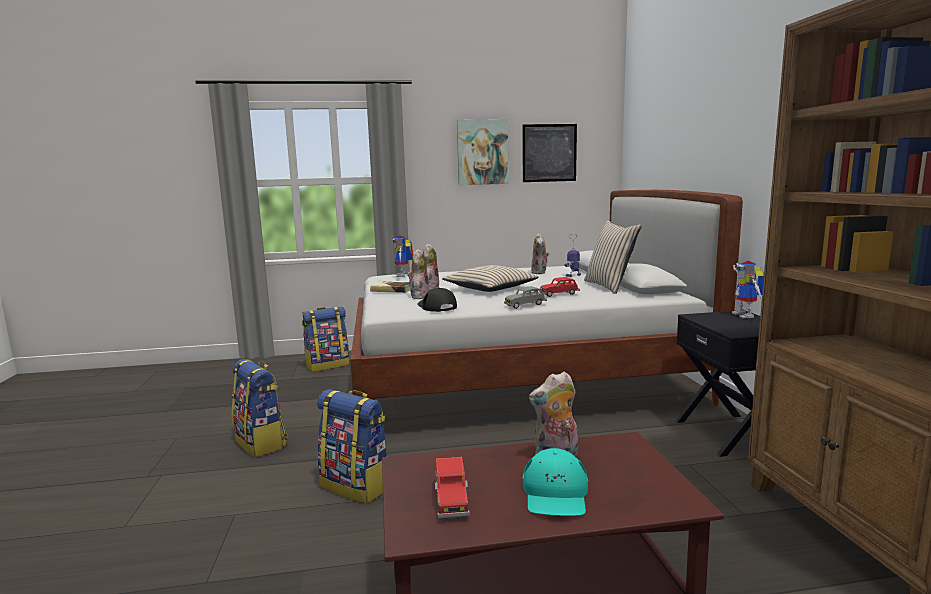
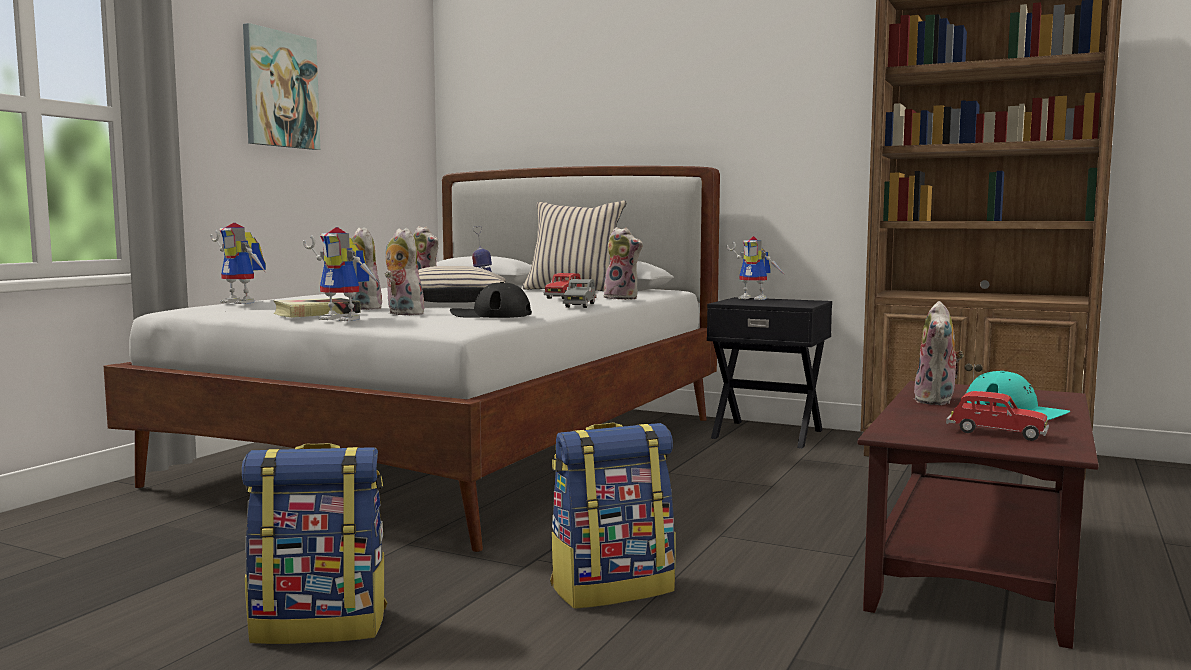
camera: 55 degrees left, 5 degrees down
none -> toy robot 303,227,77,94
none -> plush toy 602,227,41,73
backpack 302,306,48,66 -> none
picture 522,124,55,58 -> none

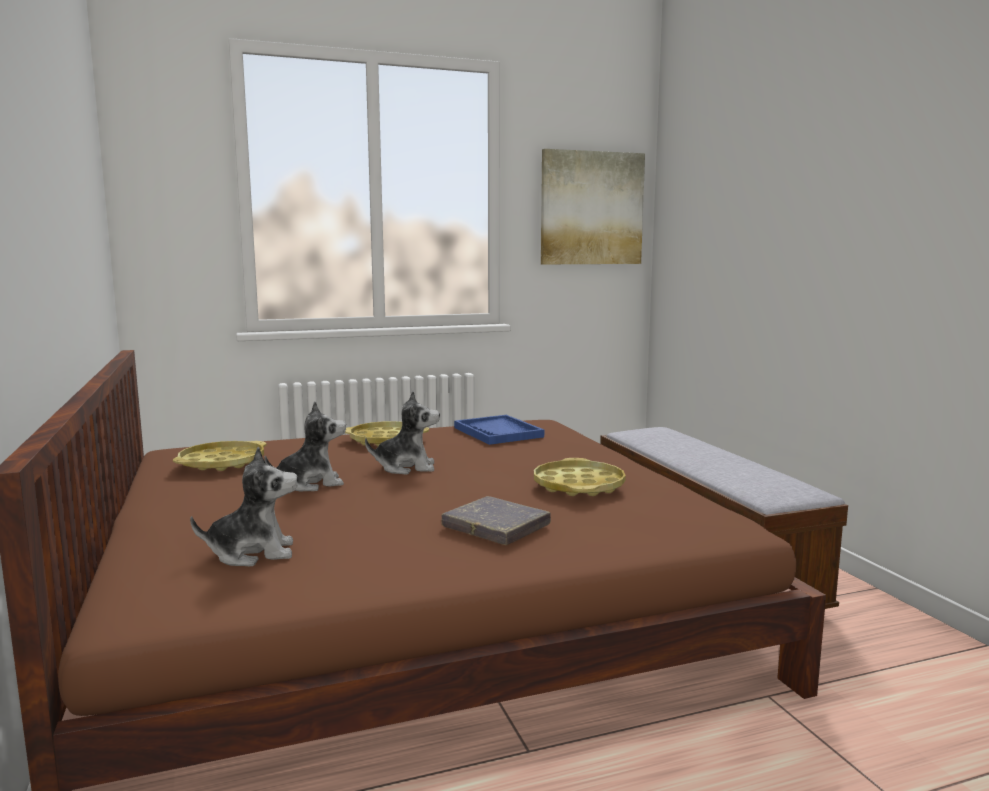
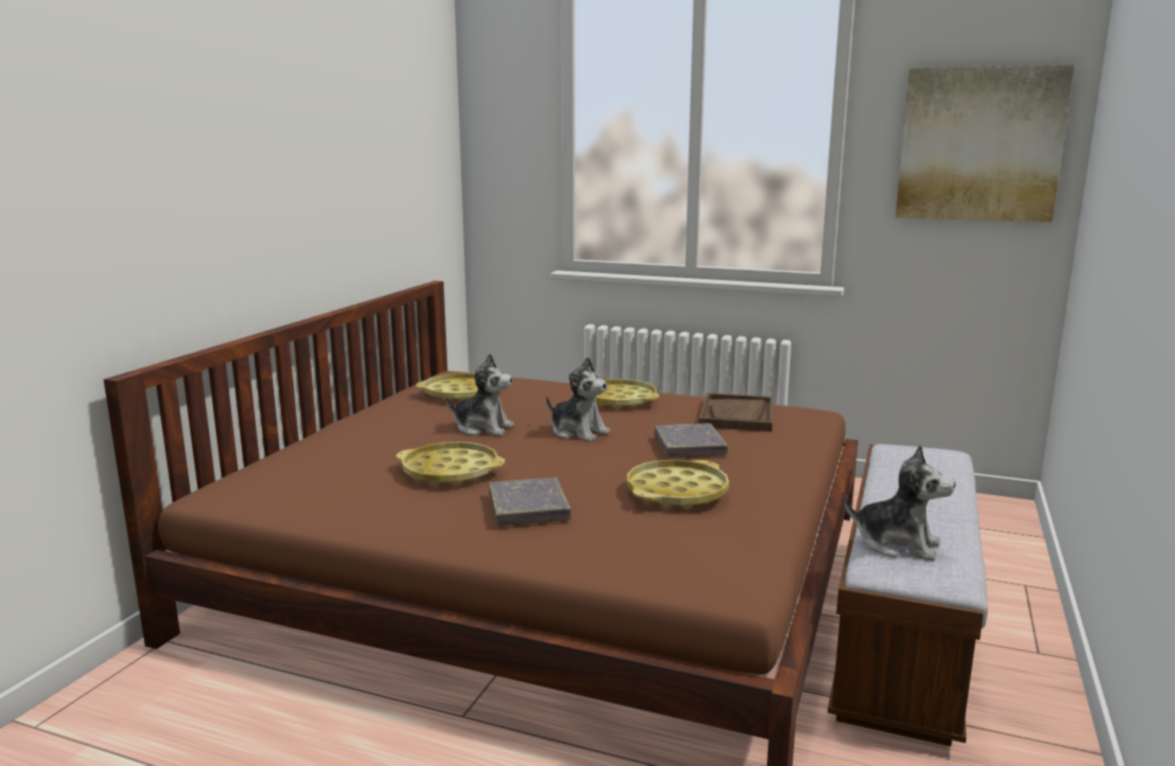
camera: 40 degrees right, 5 degrees up
none -> tray (yellow) 396,442,109,43
none -> book (grey) 654,423,74,35
tray (blue) 454,415,90,30 -> tray (brown) 699,393,74,39
plush toy 190,447,108,119 -> plush toy 845,444,111,117, shifted

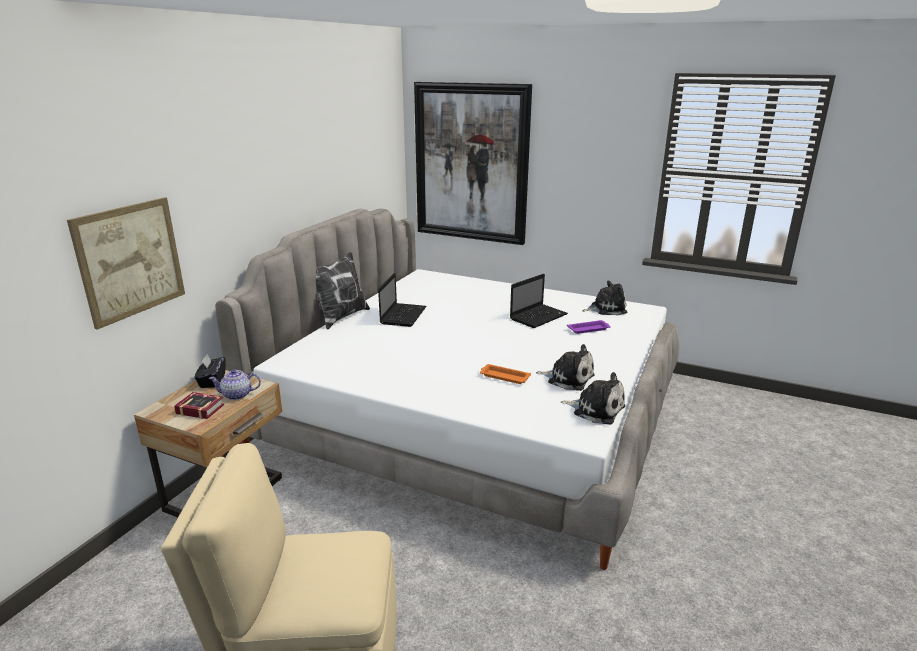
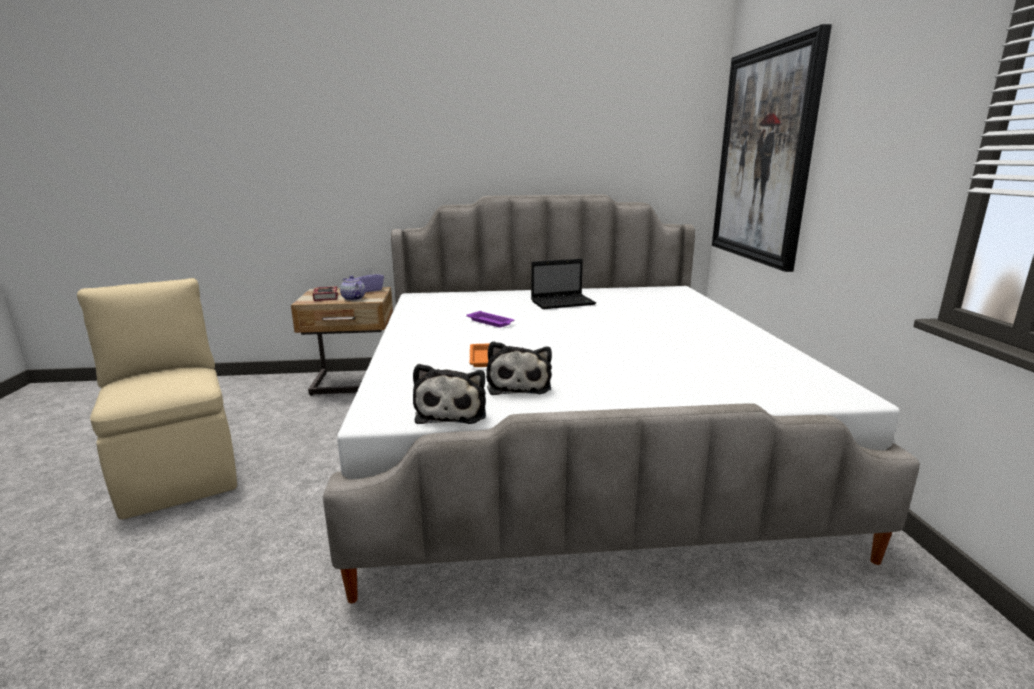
camera: 60 degrees right, 5 degrees down
tissue box (black) 194,354,32,34 -> tissue box (purple) 356,268,28,24
tray (purple) 567,320,44,14 -> tray (purple) 467,311,47,16, shifted
picture 67,197,118,133 -> none
pillow 316,252,54,77 -> none
laptop 510,274,58,54 -> none
plush toy 583,280,44,36 -> none

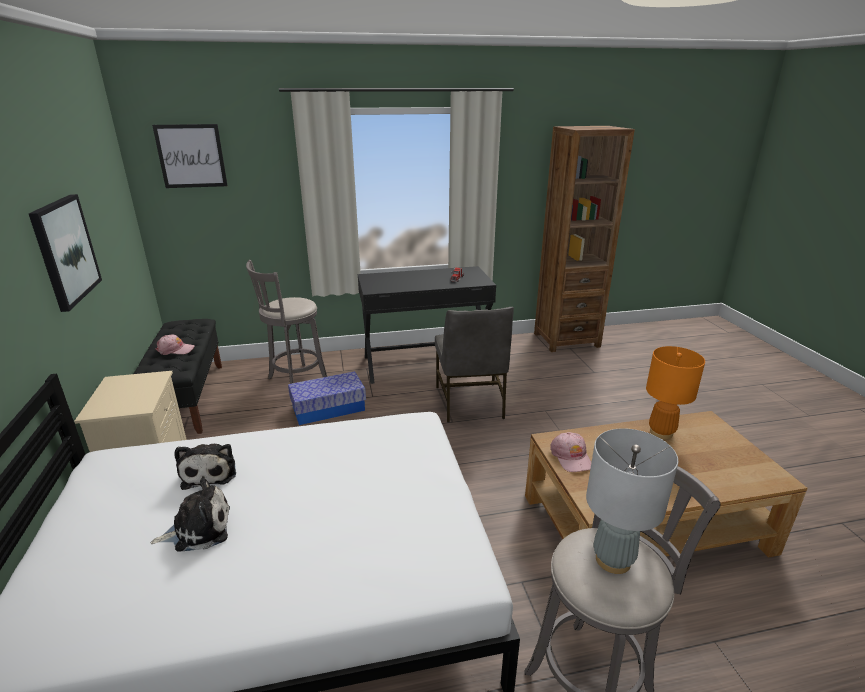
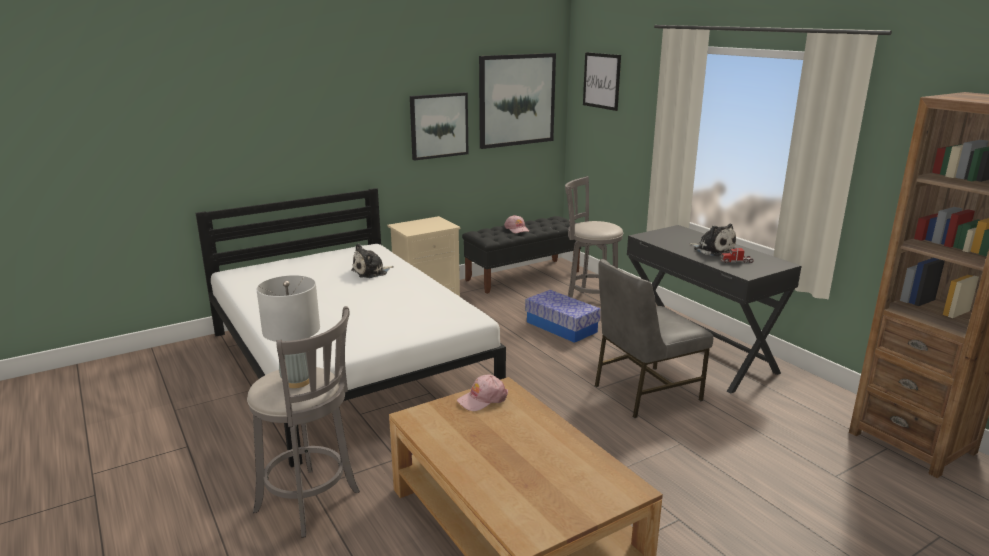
camera: 70 degrees right, 5 degrees down
none -> picture 479,53,77,96
plush toy 151,478,79,74 -> plush toy 689,224,47,32, shifted
table lamp (orange) 646,346,59,93 -> none

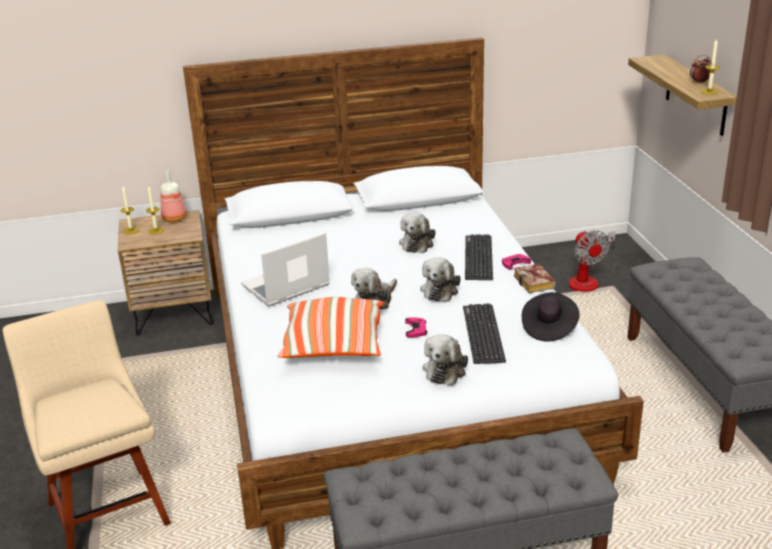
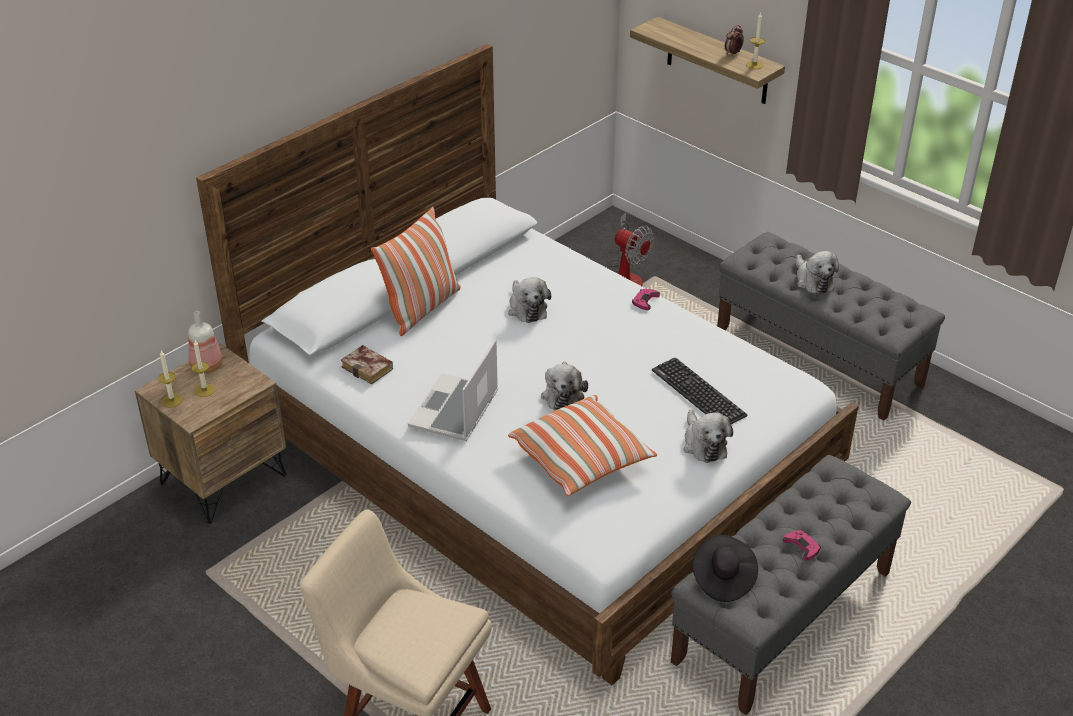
camera: 35 degrees left, 10 degrees up
book 514,264,41,29 -> book 341,345,52,40, shifted
none -> pillow 371,207,90,129
hat (black) 522,292,57,49 -> hat (black) 693,535,65,67, shifted
game controller (pink) 405,317,22,20 -> game controller (pink) 783,530,38,31, shifted
plush toy 420,257,41,45 -> plush toy 796,251,43,43, shifted
keyboard 465,234,28,46 -> none

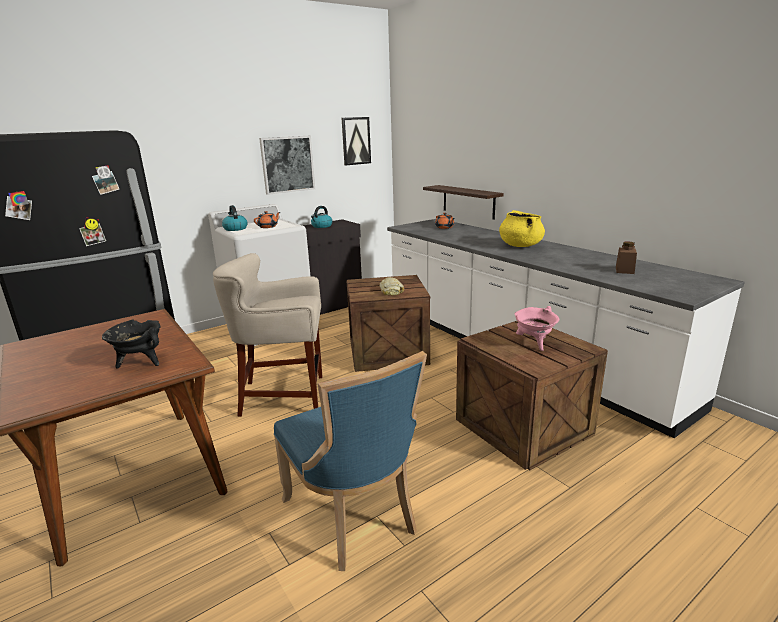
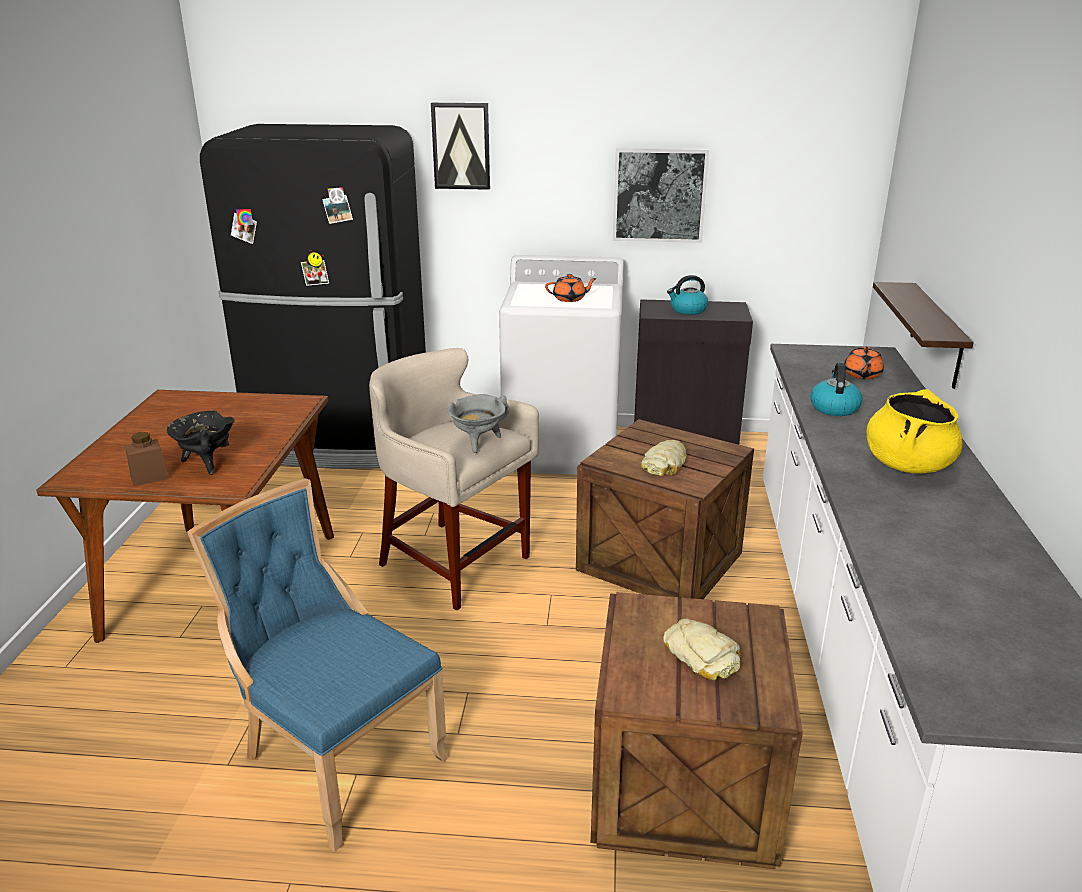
camera: 40 degrees right, 5 degrees up
jar (brown) 616,241,21,33 -> jar (brown) 125,432,44,54, shifted
chair (blue) 274,351,153,220 -> chair (blue) 187,478,263,374, 120 degrees clockwise
picture 342,117,29,48 -> picture 431,103,59,87, shifted
none -> cooking pot (grey) 447,394,62,59
cooking pot (pink) 514,306,45,45 -> bread 663,619,78,61
kettle 222,205,26,26 -> kettle 810,362,52,54, shifted

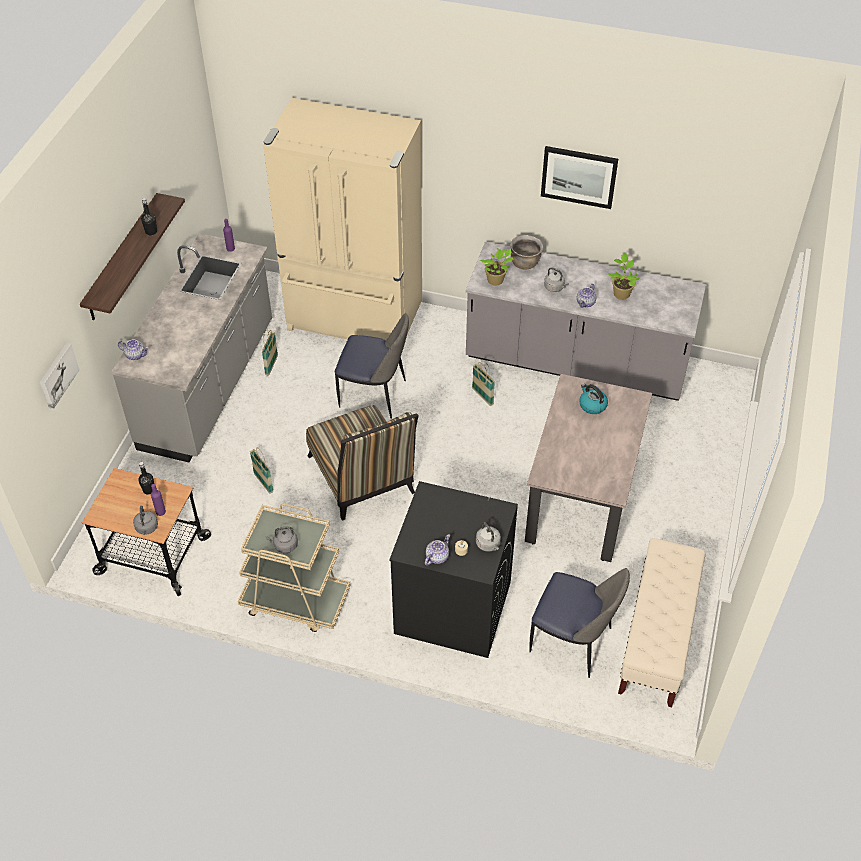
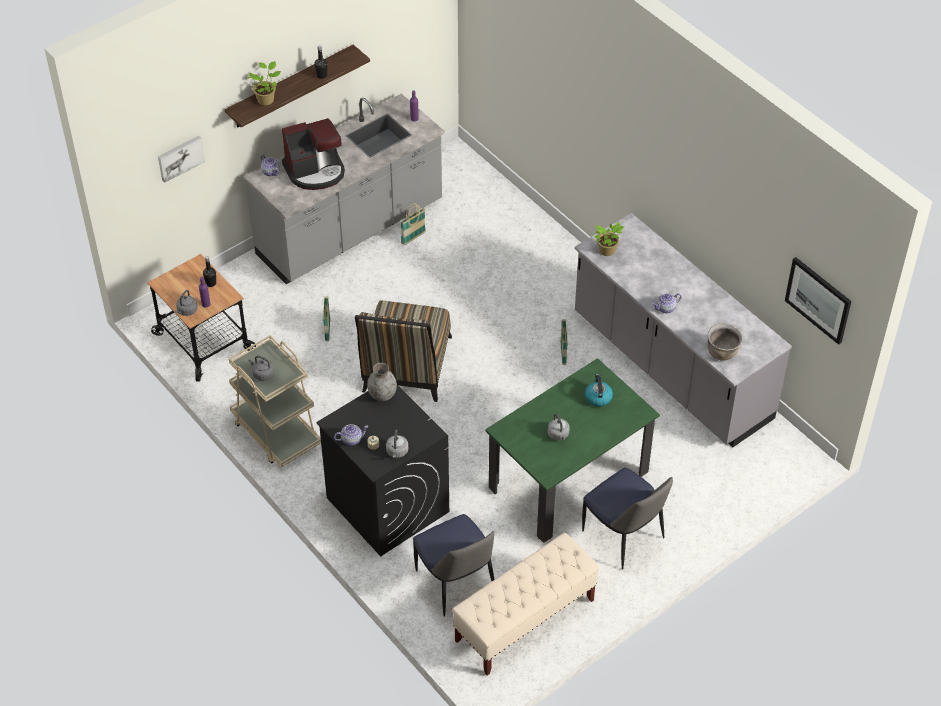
camera: 35 degrees right, 0 degrees up
potted plant 608,253,32,47 -> potted plant 247,61,34,44, shifted
none -> coffee machine 282,118,63,72
none -> vase (grey) 367,363,30,38
dining table (beige) 525,374,127,188 -> dining table (green) 485,358,175,185
kettle (grey) 544,268,25,24 -> kettle (grey) 548,414,22,26, shifted
chair 335,313,74,106 -> chair 582,468,91,101, shifted
cooking pot (brown) 510,235,33,35 -> cooking pot (brown) 708,323,35,38, shifted
picture 541,146,77,63 -> picture 785,257,67,88, shifted
fridge (beige) 263,98,159,242 -> none

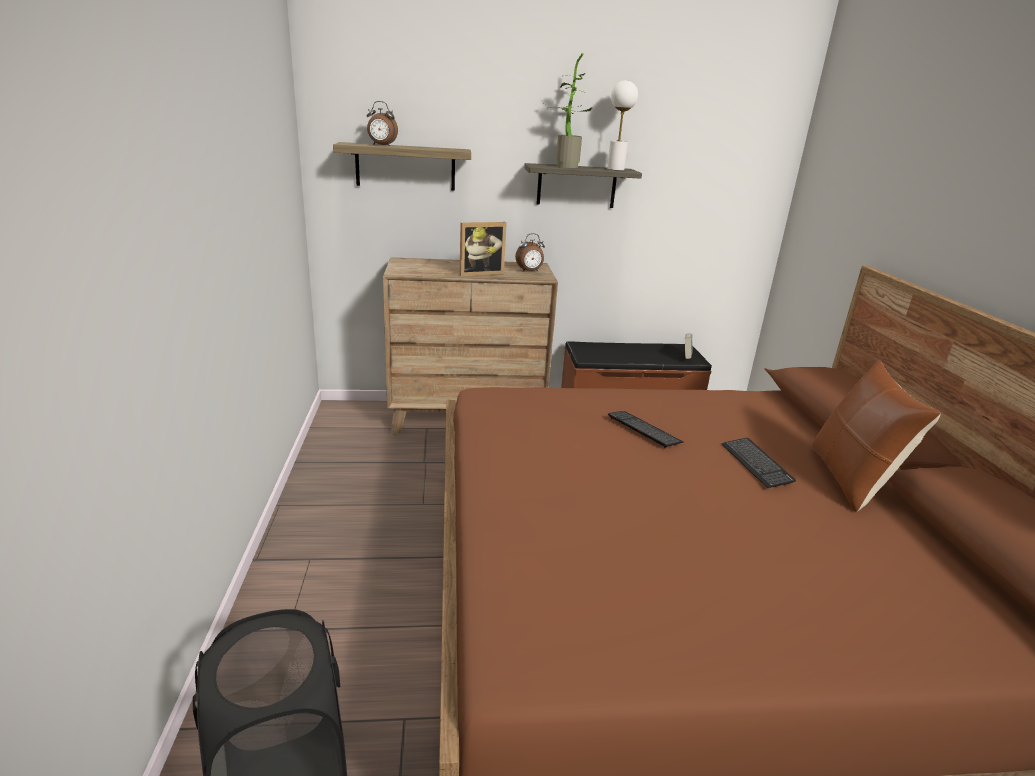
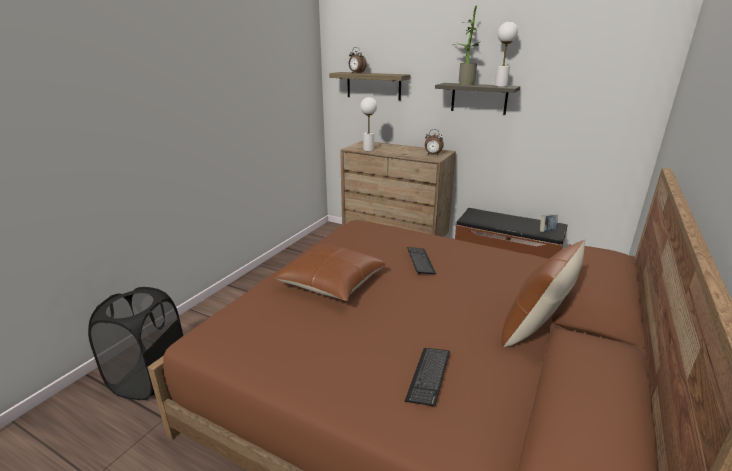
camera: 35 degrees right, 0 degrees up
none -> pillow (brown) 274,244,112,57
none -> table lamp (white) 360,97,17,54
keyboard 722,438,74,50 -> keyboard 405,348,45,59, shifted
picture frame 459,222,48,54 -> none

